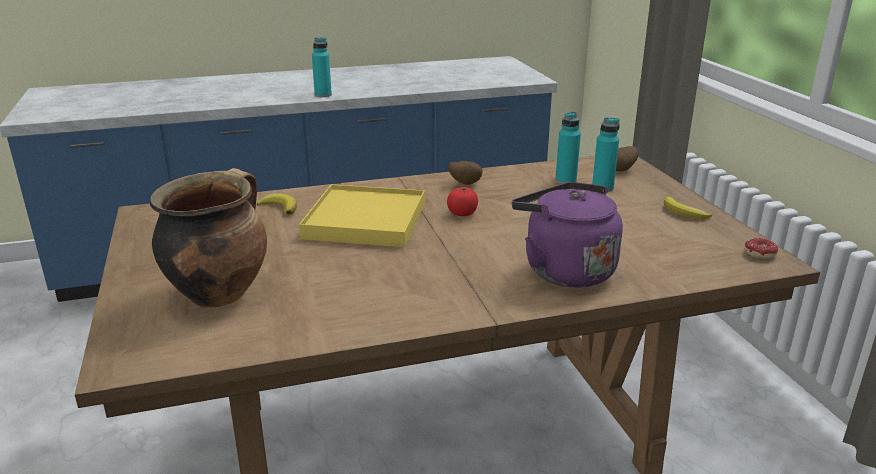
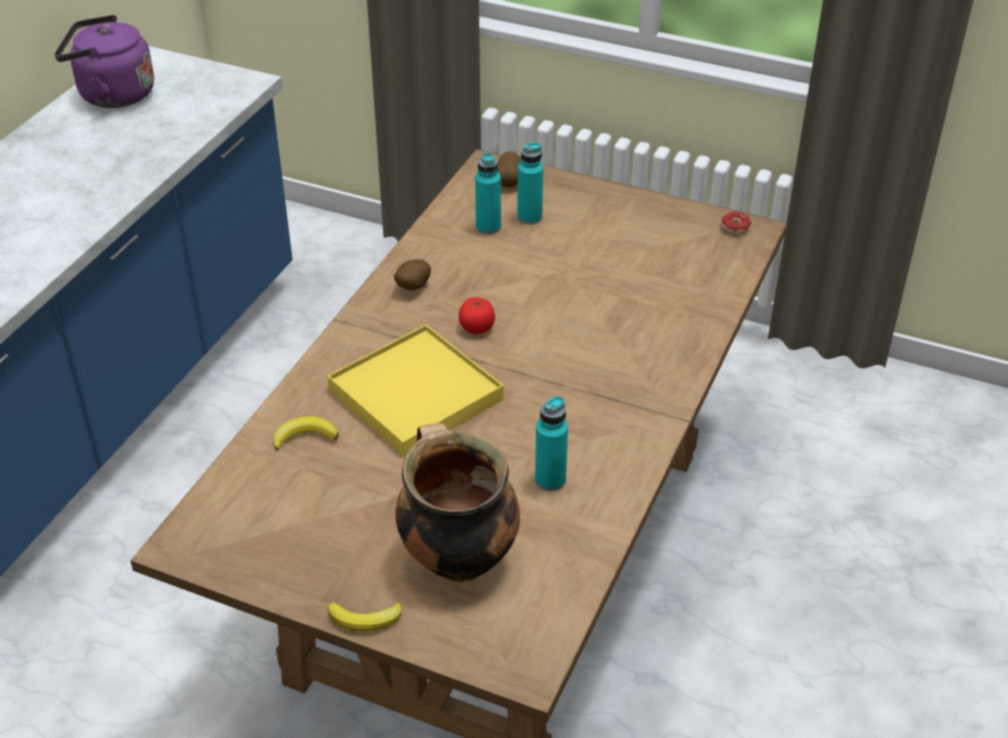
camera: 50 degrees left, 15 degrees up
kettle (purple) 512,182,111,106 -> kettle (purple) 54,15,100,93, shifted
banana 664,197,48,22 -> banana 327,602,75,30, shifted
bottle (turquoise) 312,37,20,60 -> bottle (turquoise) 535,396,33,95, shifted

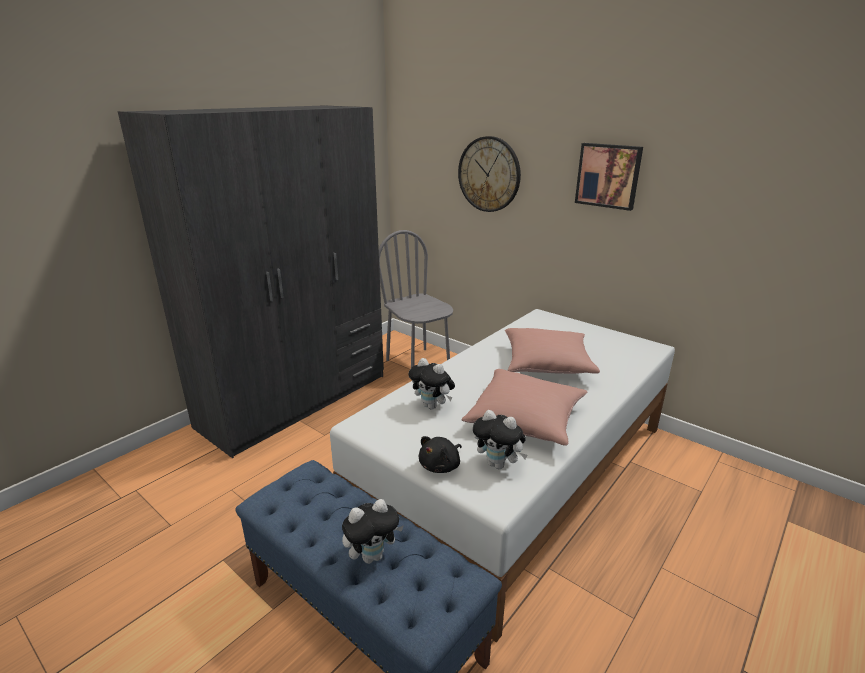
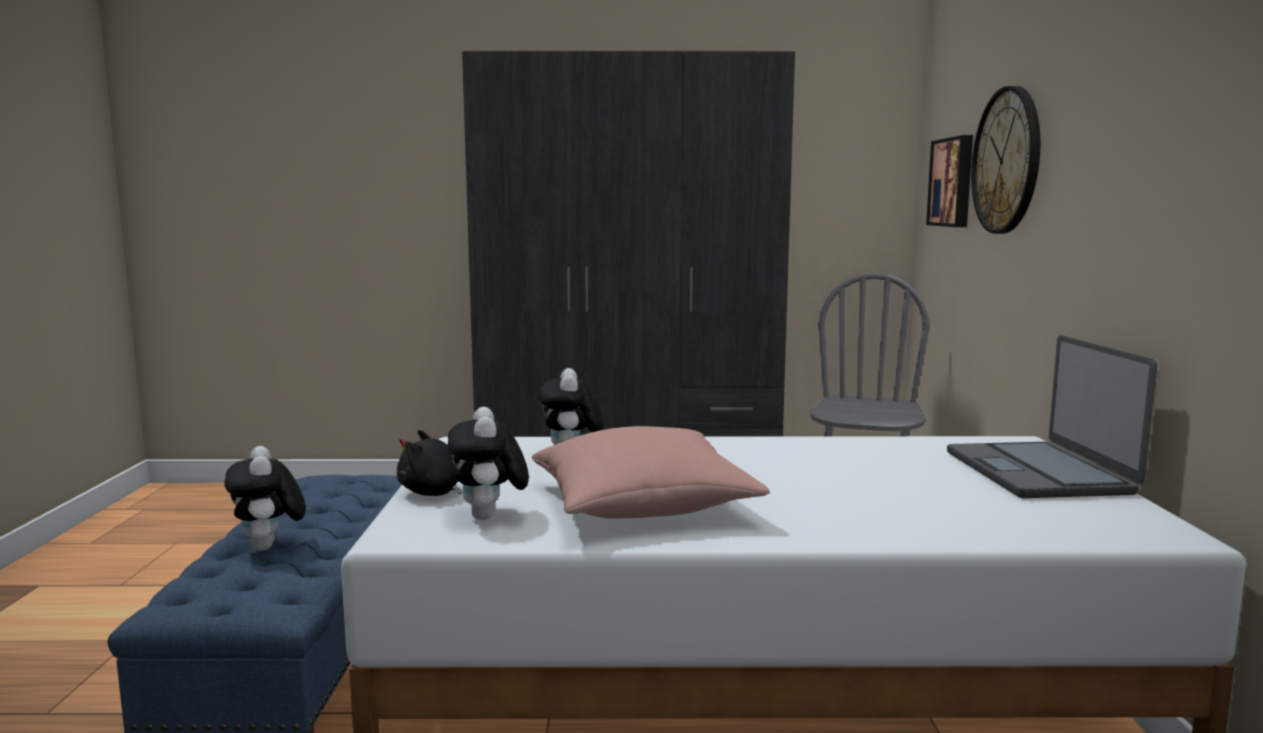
camera: 50 degrees right, 15 degrees down
plush toy 342,499,61,65 -> plush toy 224,446,82,105, 45 degrees clockwise
picture 575,143,68,68 -> picture 926,135,47,92, shifted
none -> laptop 947,335,211,163
pillow (pink) 505,328,95,46 -> none

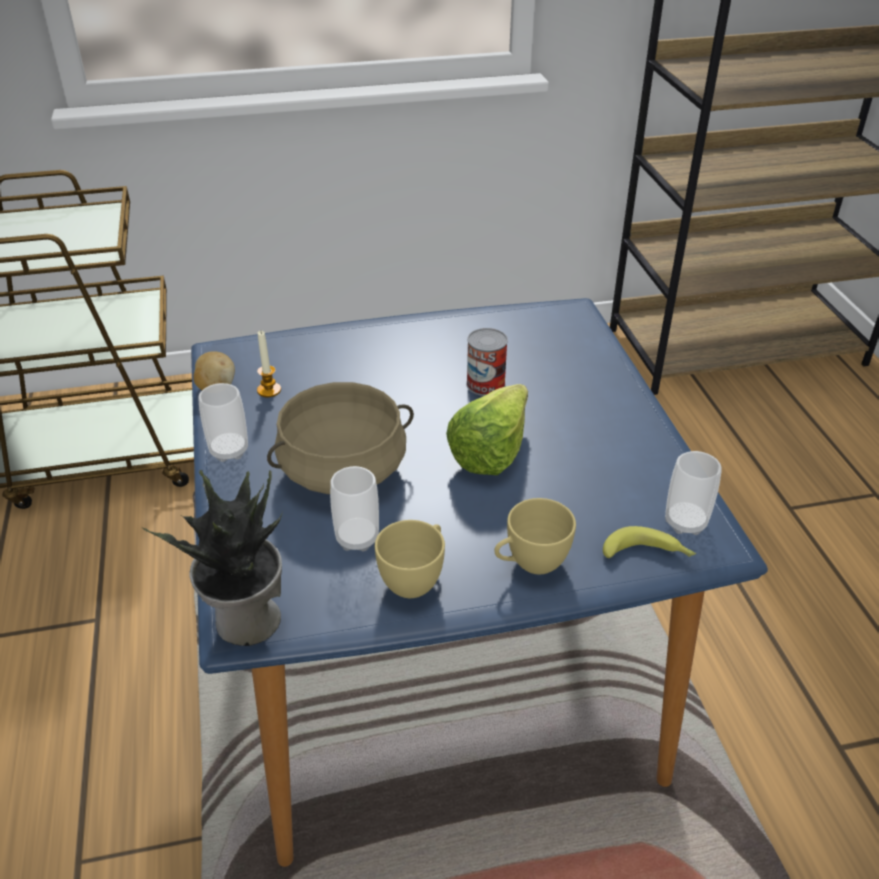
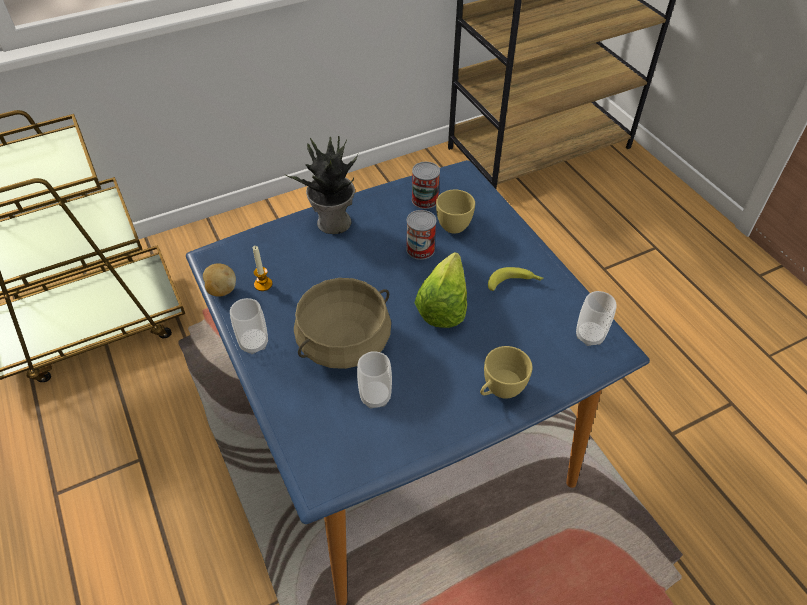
camera: 15 degrees left, 10 degrees up
potted plant 142,470,141,176 -> potted plant 284,136,74,98, shifted
none -> can 412,162,28,47
cup (yellow) 375,520,70,78 -> cup (yellow) 436,190,39,43, shifted
banana 603,526,93,32 -> banana 488,267,56,24, shifted

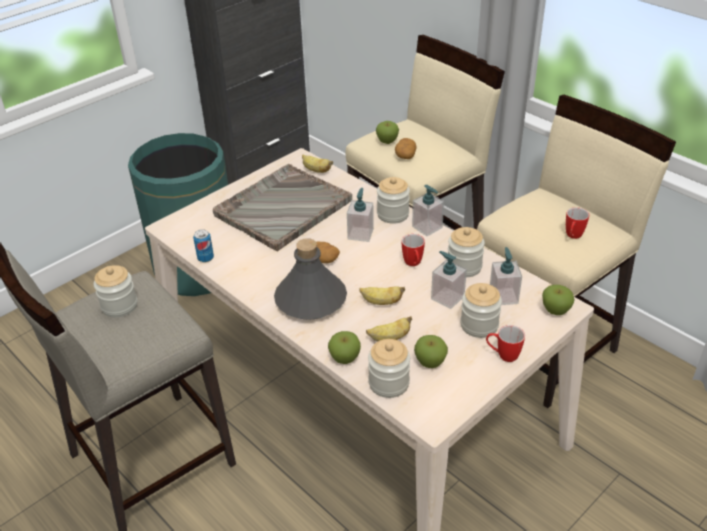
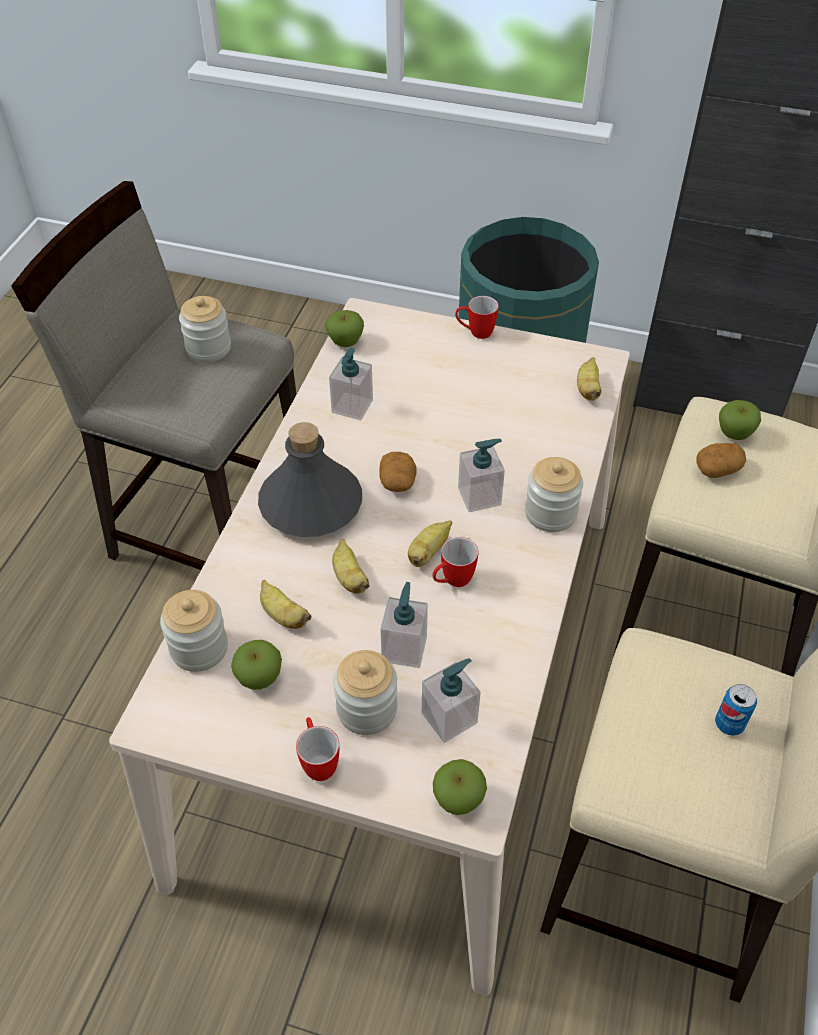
camera: 60 degrees right, 10 degrees up
apple 328,331,33,33 -> apple 325,310,39,37, shifted
soap dispenser 412,185,32,51 -> soap dispenser 329,347,44,73, shifted
none -> banana 408,520,44,47
mug 566,207,23,32 -> mug 455,296,44,43, shifted
can 193,229,21,33 -> can 715,684,42,52, shifted
tray (grey) 213,164,139,88 -> none
jar 447,227,38,50 -> none

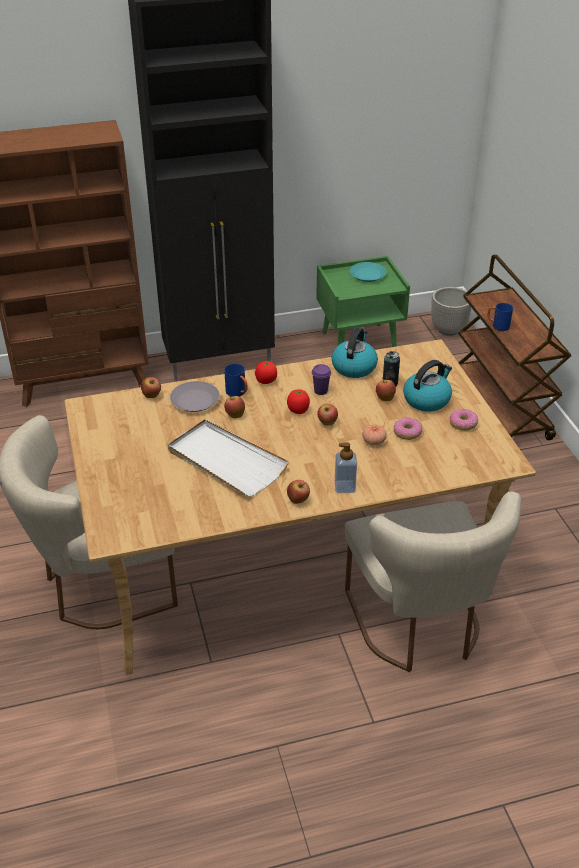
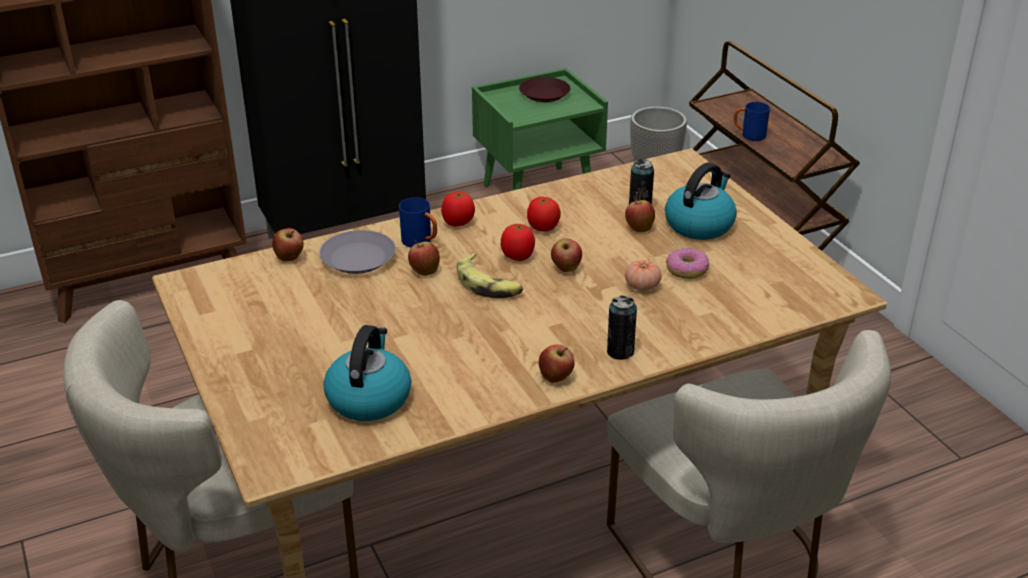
camera: 10 degrees left, 5 degrees down
kettle 331,327,47,51 -> kettle 323,325,88,96, shifted
none -> banana 456,253,67,45
plate (turquoise) 350,262,36,20 -> plate (brown) 519,77,51,25
cup (purple) 312,364,19,31 -> tomato 527,197,34,35
soap dispenser 335,442,22,51 -> can 607,295,30,65
tray (white) 168,419,121,78 -> none
donut 449,409,29,22 -> none

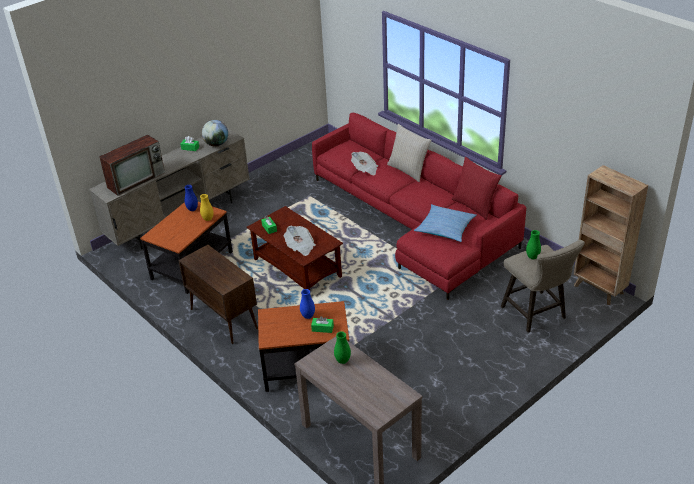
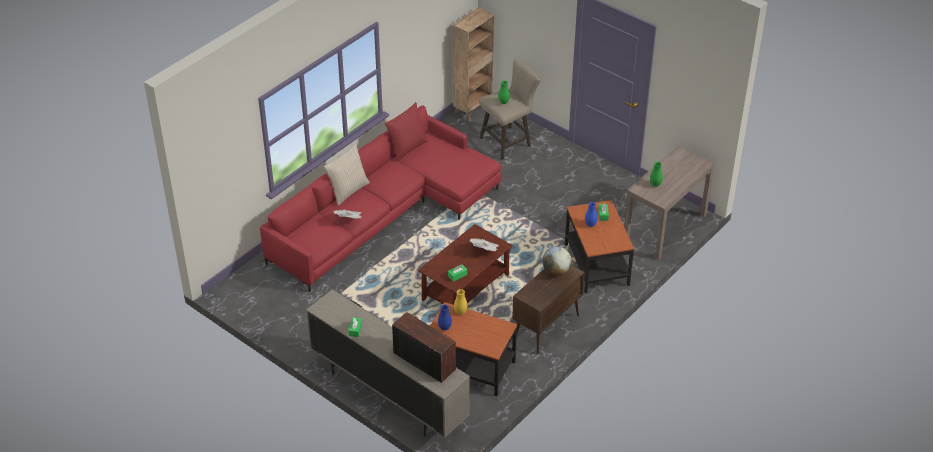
camera: 100 degrees left, 5 degrees up
globe 202,120,26,27 -> globe 542,246,30,30, shifted
pillow 414,204,63,38 -> none

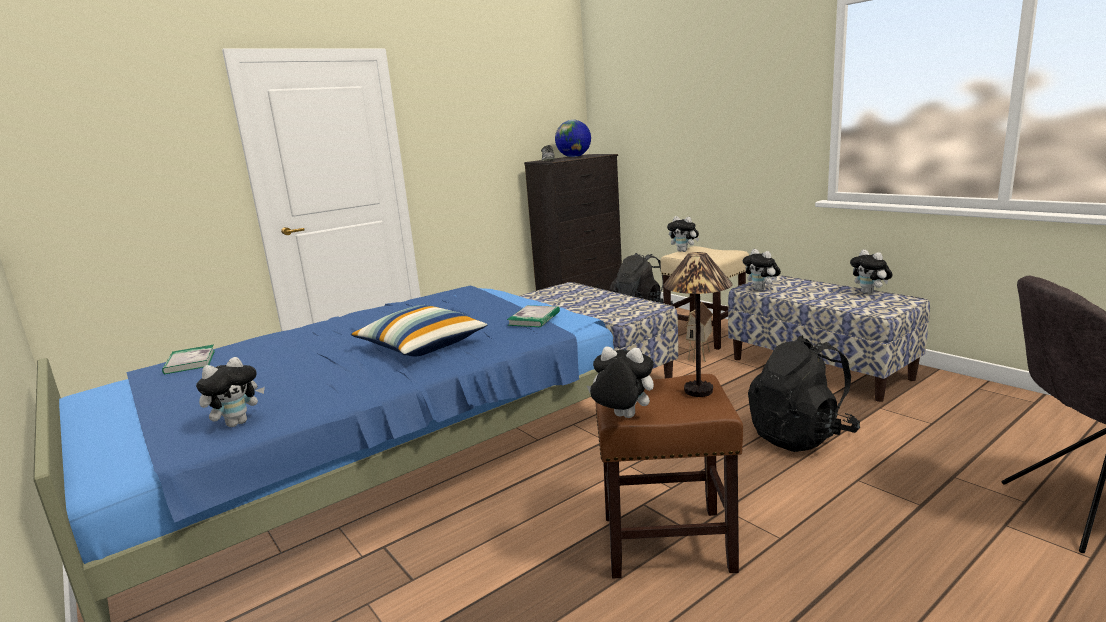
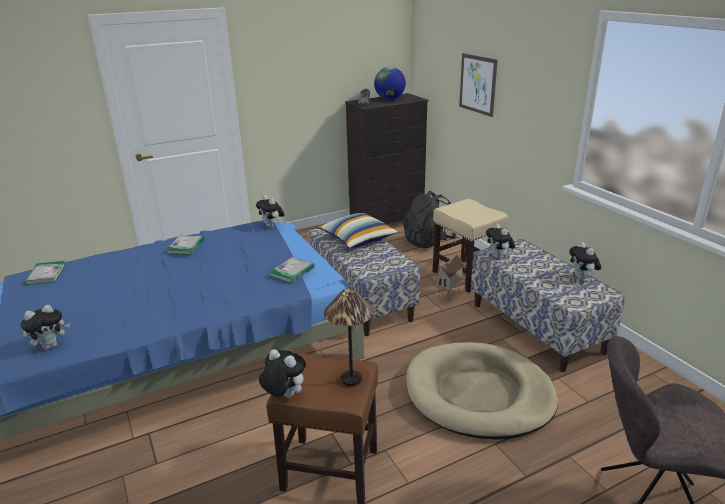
camera: 10 degrees right, 10 degrees up
none -> book 166,235,38,20
plush toy 667,216,32,36 -> plush toy 256,195,29,33, shifted
pillow 351,305,136,51 -> pillow 318,213,80,35, shifted
backpack (black) 748,335,112,117 -> dog bed (beige) 406,342,152,98
none -> picture 459,53,39,64

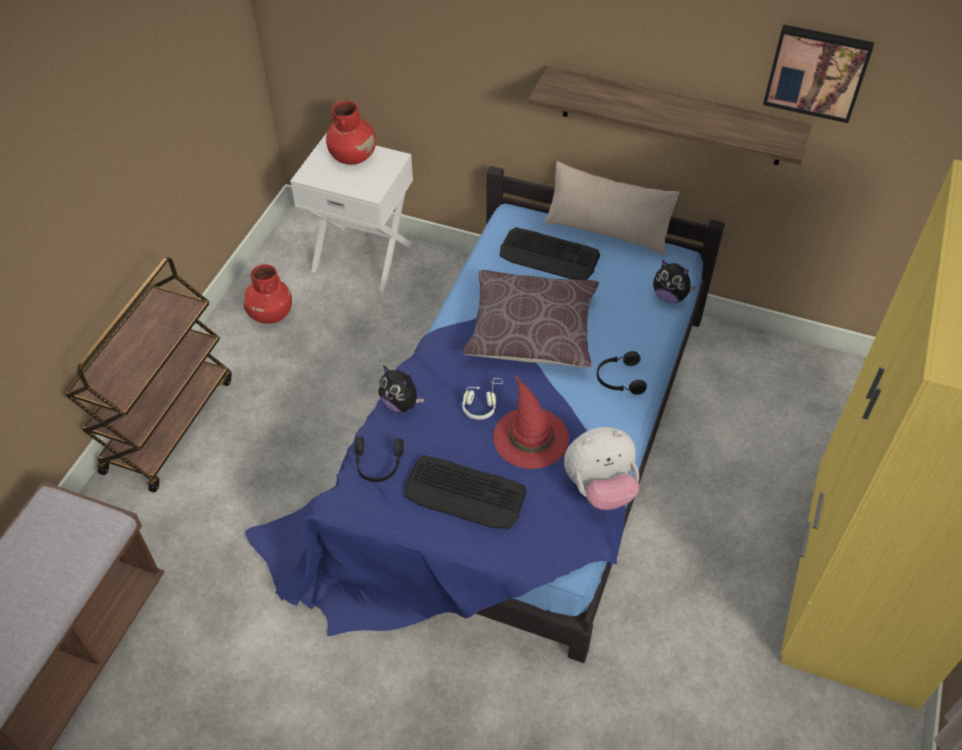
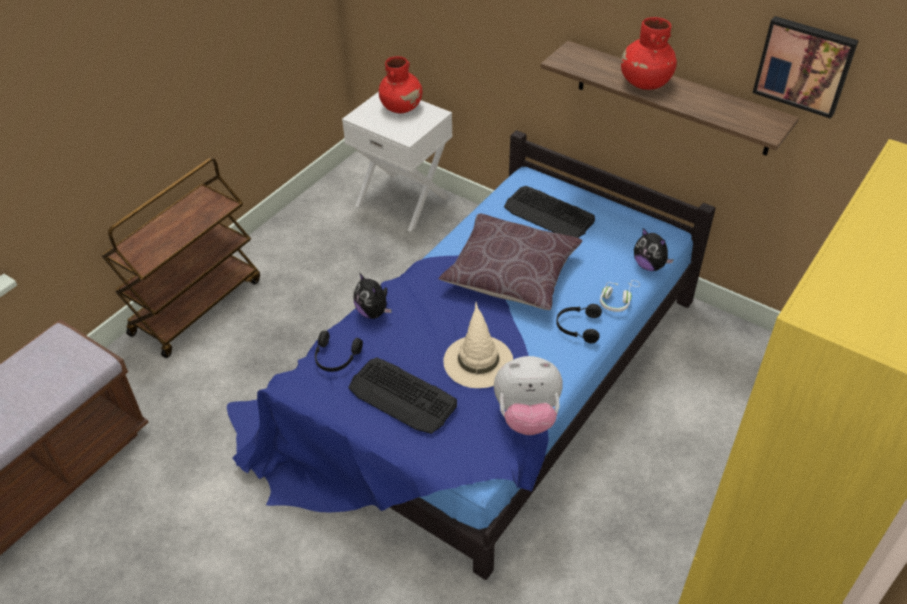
camera: 15 degrees right, 5 degrees down
hat (red) 493,374,76,95 -> hat (beige) 444,302,69,86
headphones (white) 462,378,41,41 -> headphones (white) 600,280,40,32, shifted
vase (red) 243,264,49,60 -> vase (red) 621,17,56,73, shifted
pillow (beige) 544,161,136,94 -> none

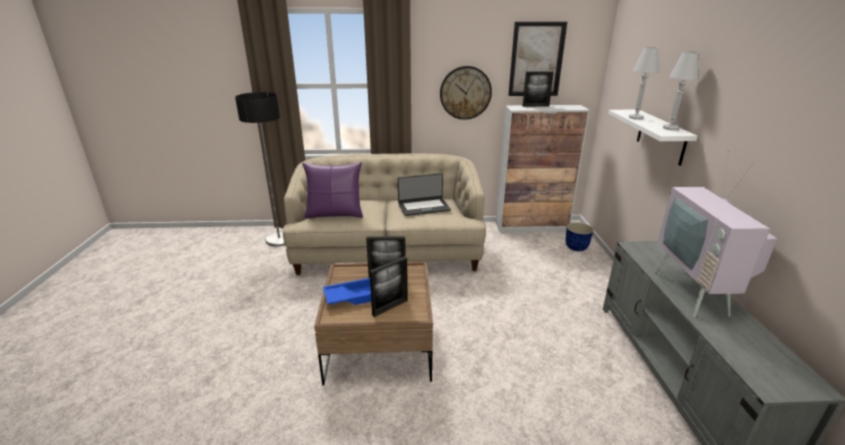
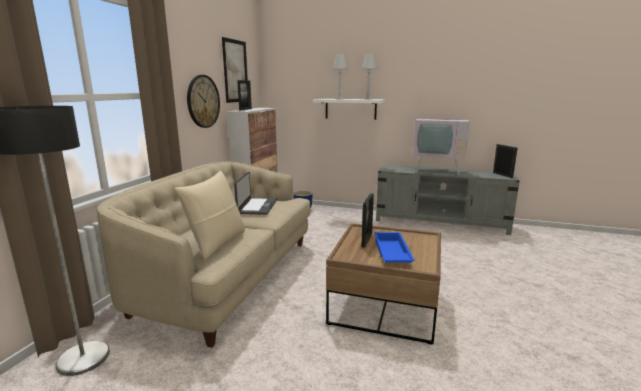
camera: 70 degrees left, 10 degrees down
pillow (purple) 302,162,61,57 -> pillow (beige) 175,171,70,89
picture frame 369,256,39,61 -> picture frame 493,144,24,34, shifted

